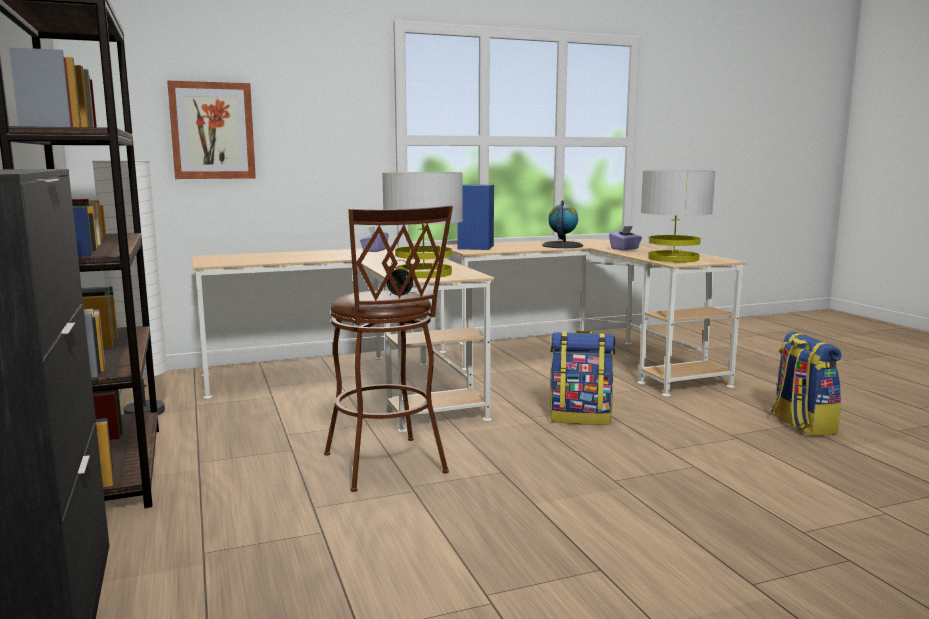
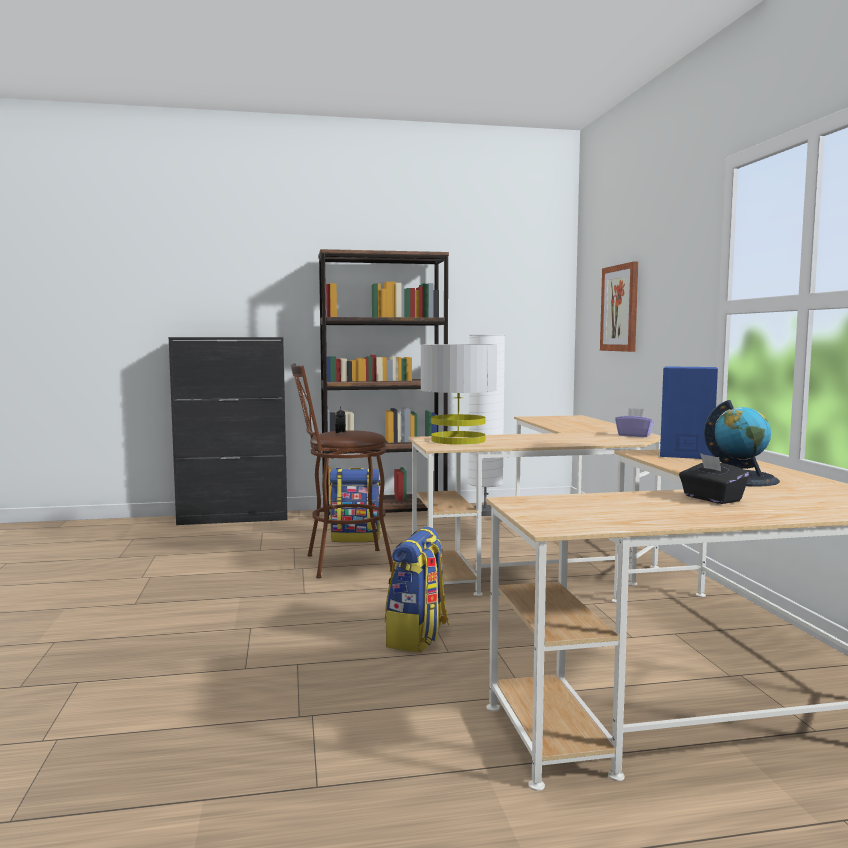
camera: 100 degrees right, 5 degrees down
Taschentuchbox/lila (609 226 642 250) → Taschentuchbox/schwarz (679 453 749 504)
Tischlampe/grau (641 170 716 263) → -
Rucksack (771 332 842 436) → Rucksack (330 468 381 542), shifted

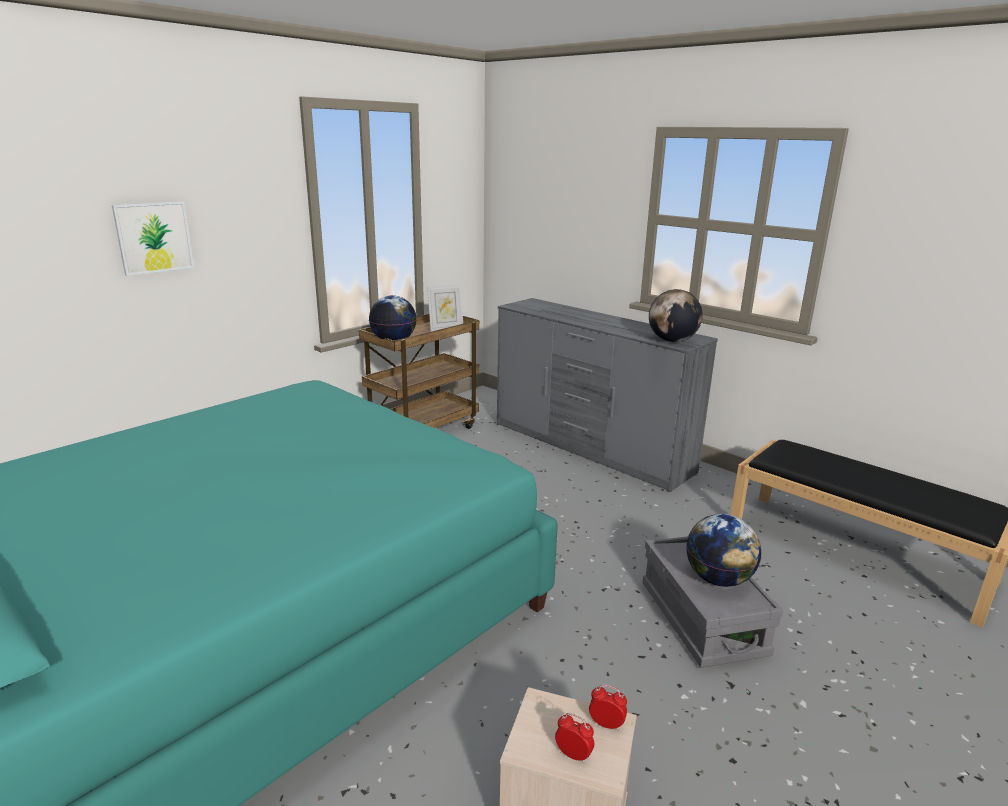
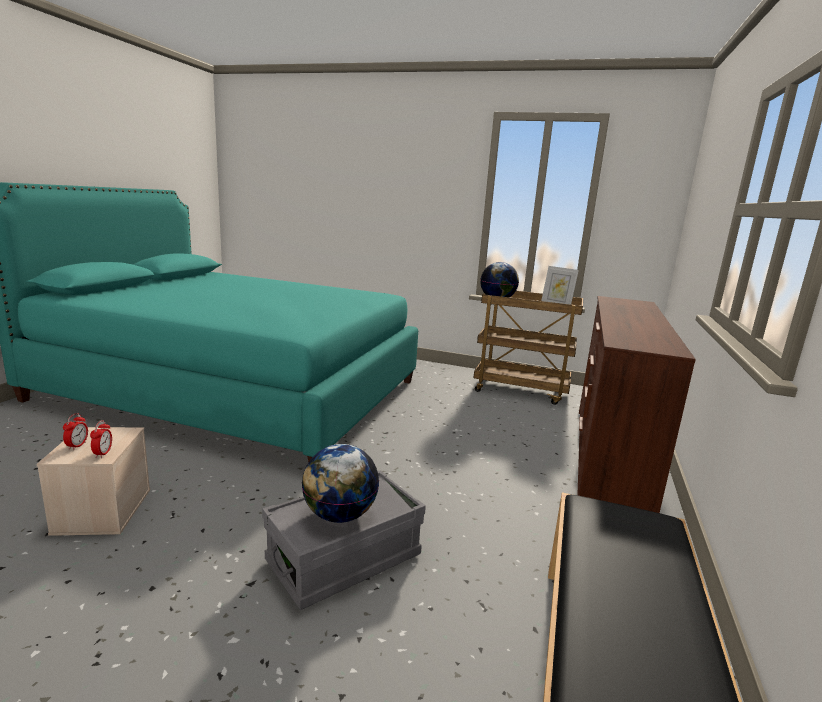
camera: 65 degrees right, 5 degrees down
Bild (112 201 194 276) → -
Kommode/grau (497 298 718 492) → Kommode/braun (578 296 696 513)
Globus (649 289 703 342) → -

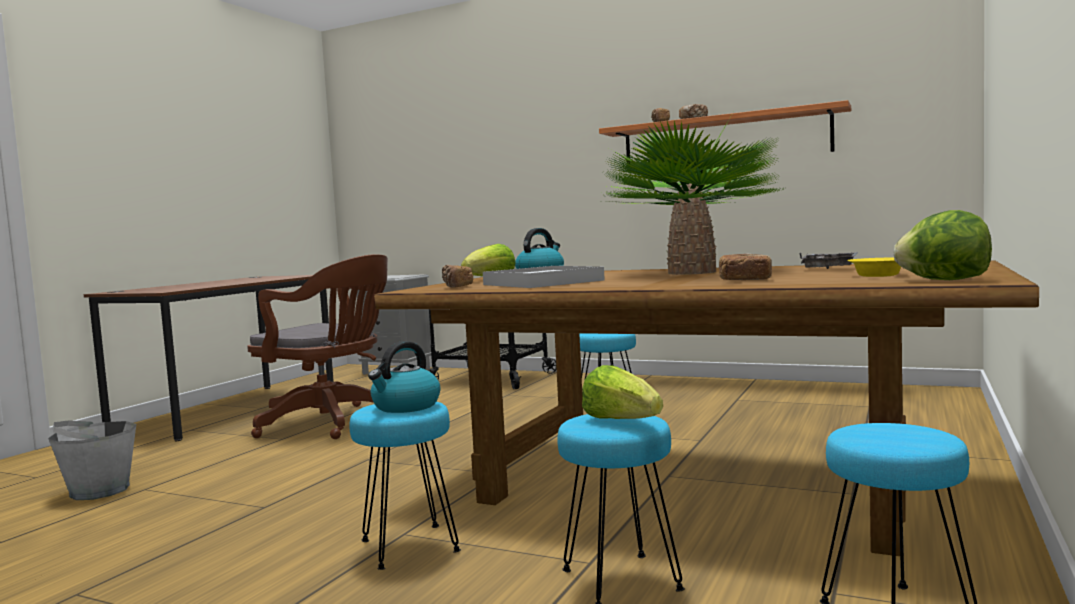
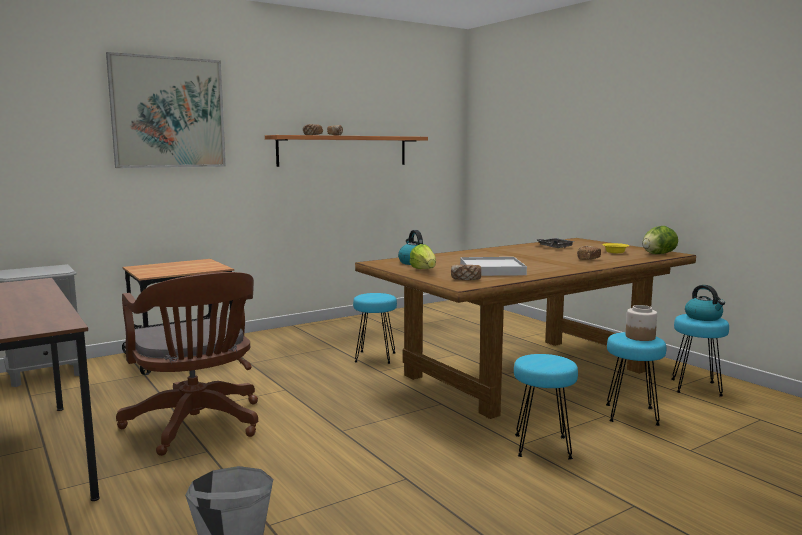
camera: 60 degrees left, 5 degrees up
Bürostuhl/braun (247 254 388 439) → Bürostuhl/braun (116 272 258 456), 90 degrees clockwise
Wasserkessel (368 341 441 413) → Wasserkessel (685 285 725 321), shifted
Salatkopf (582 365 663 419) → Vorratsglas (626 305 657 341)
Topfpflanze (602 111 787 275) → -
- → Bild (106 52 226 168)

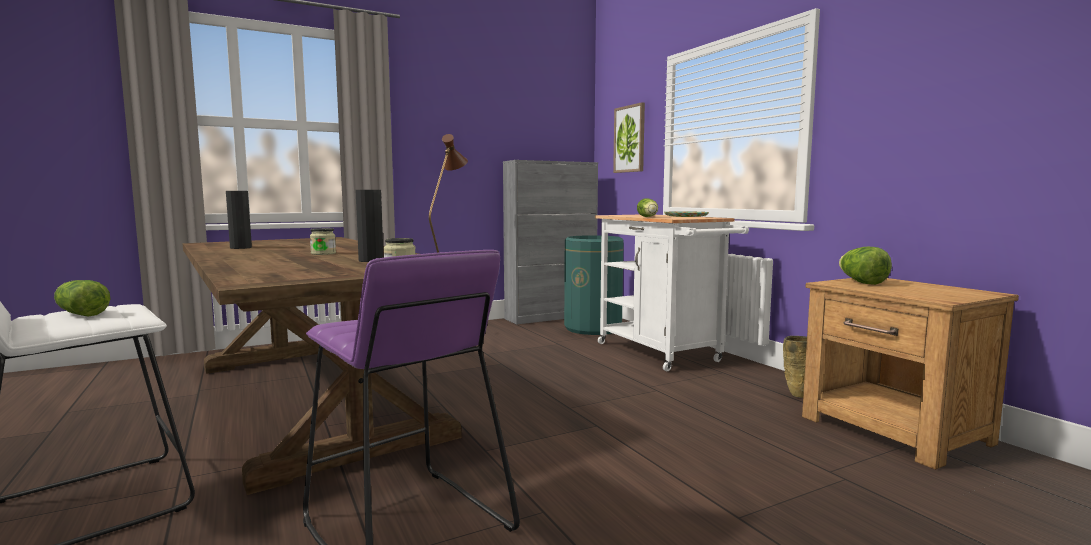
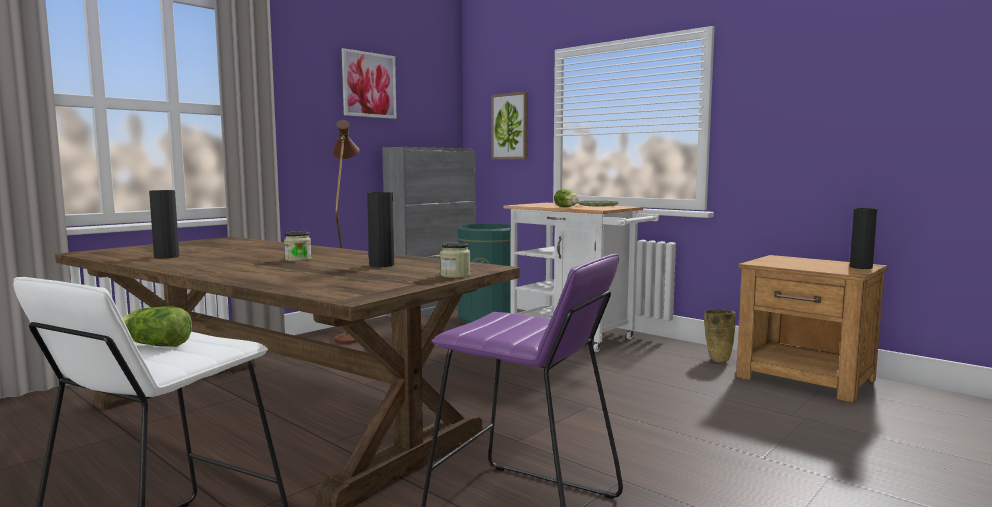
camera: 20 degrees left, 0 degrees up
Salatkopf (839 247 892 285) → -
- → Bild (342 48 396 119)
- → Vase/schwarz (850 208 877 269)

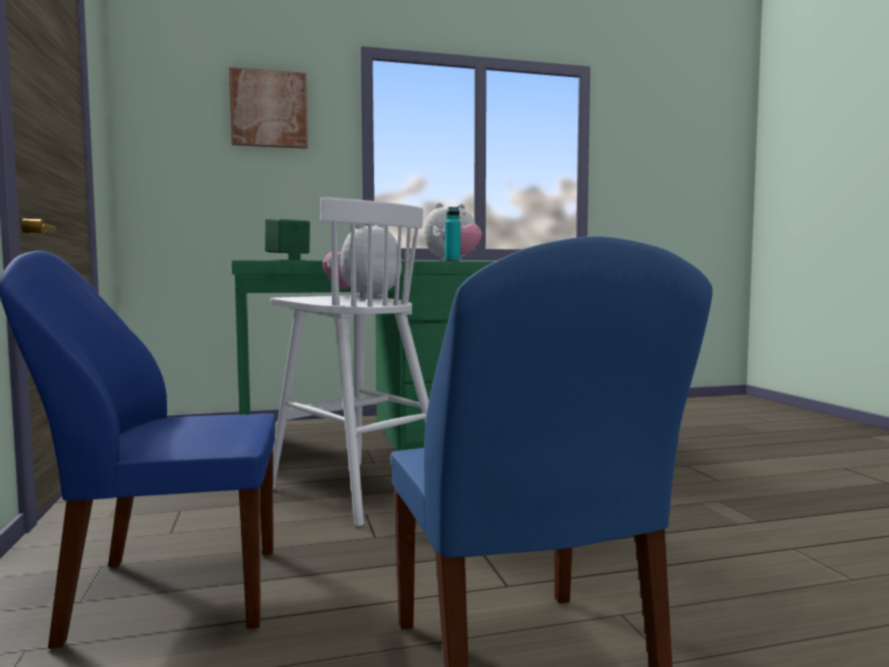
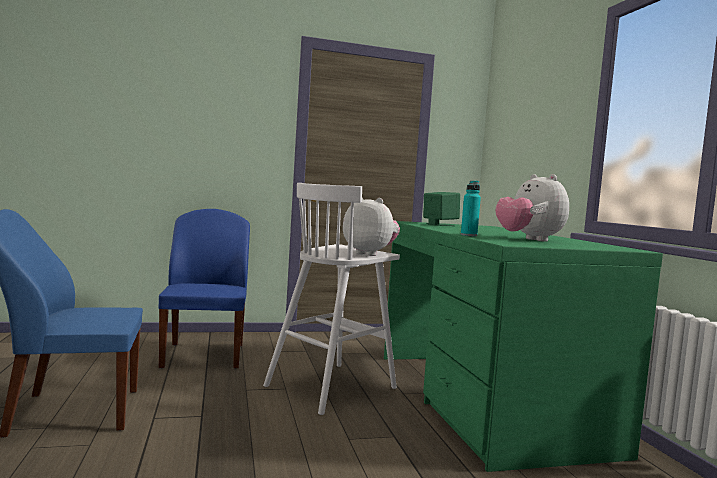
camera: 90 degrees right, 0 degrees up
Bild (229 67 308 149) → -

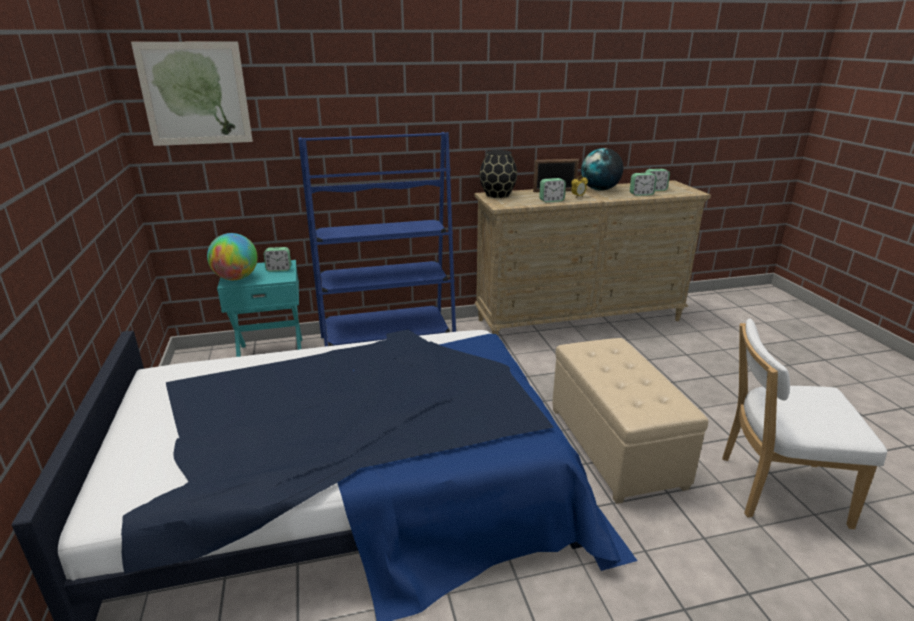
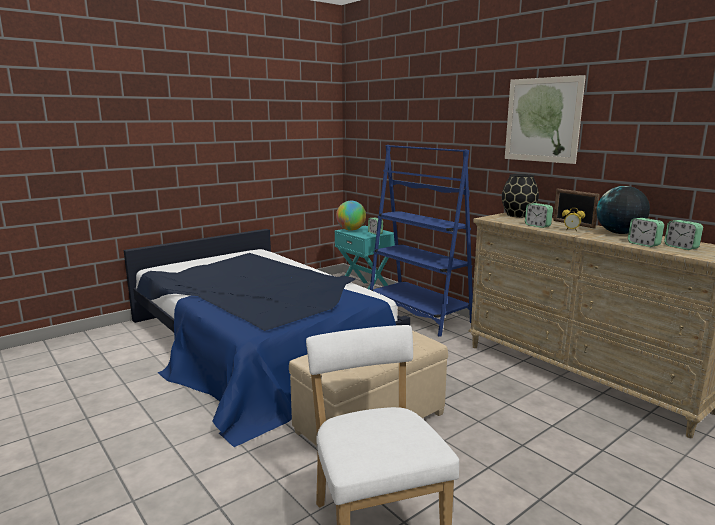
camera: 65 degrees right, 10 degrees down
Bild (131 41 253 146) → Bild (505 75 586 164), shifted

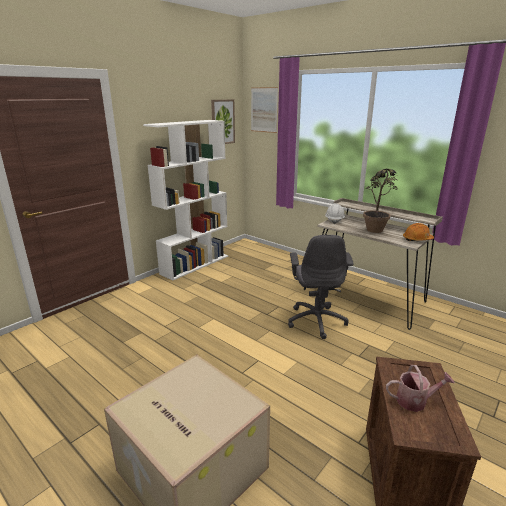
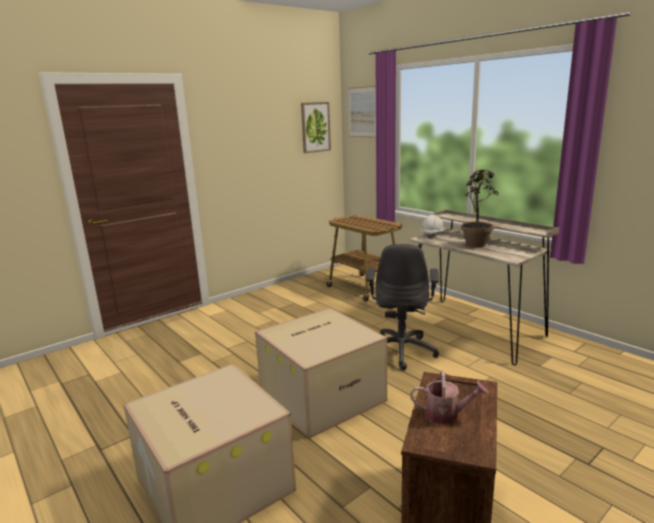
camera: 10 degrees right, 5 degrees down
Bücherregal/weiß (143 120 228 281) → -
Schutzhelm/orange (403 223 434 241) → -
- → Karton (255 308 387 439)
- → Rollwagen (325 215 402 301)

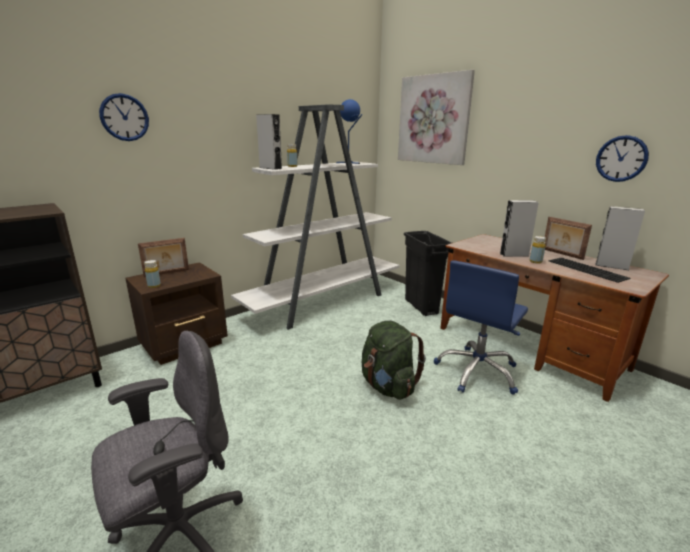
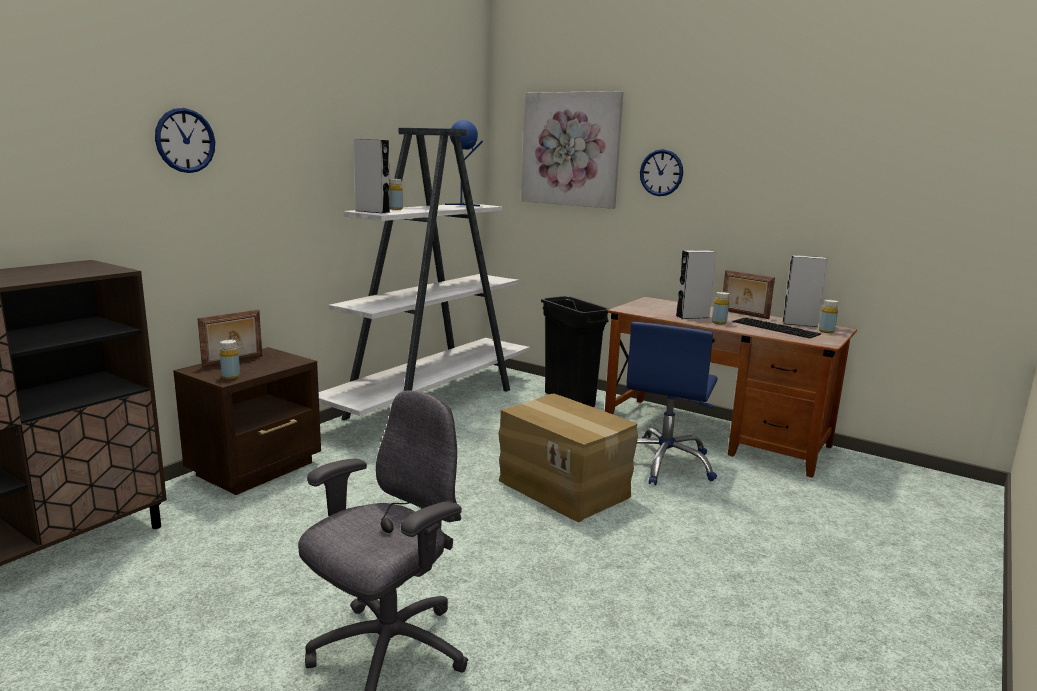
camera: 15 degrees left, 5 degrees down
Rucksack/grün (362 321 426 400) → Karton (498 394 638 523)
Wanduhr (596 135 649 182) → Wanduhr (640 149 683 196), shifted
- → Flasche/gelb (819 300 838 333)

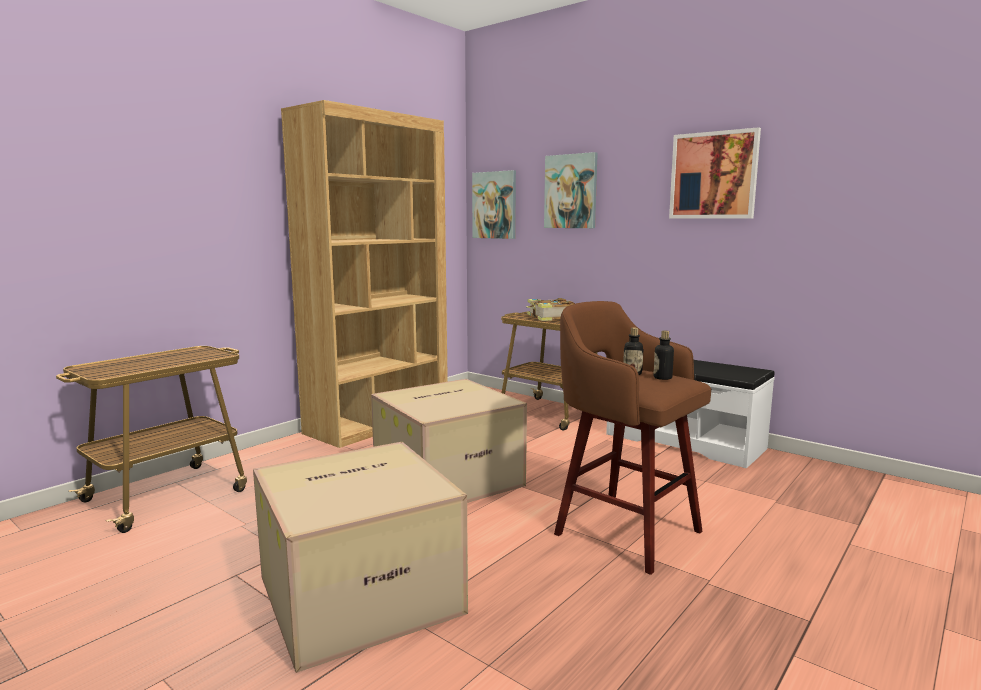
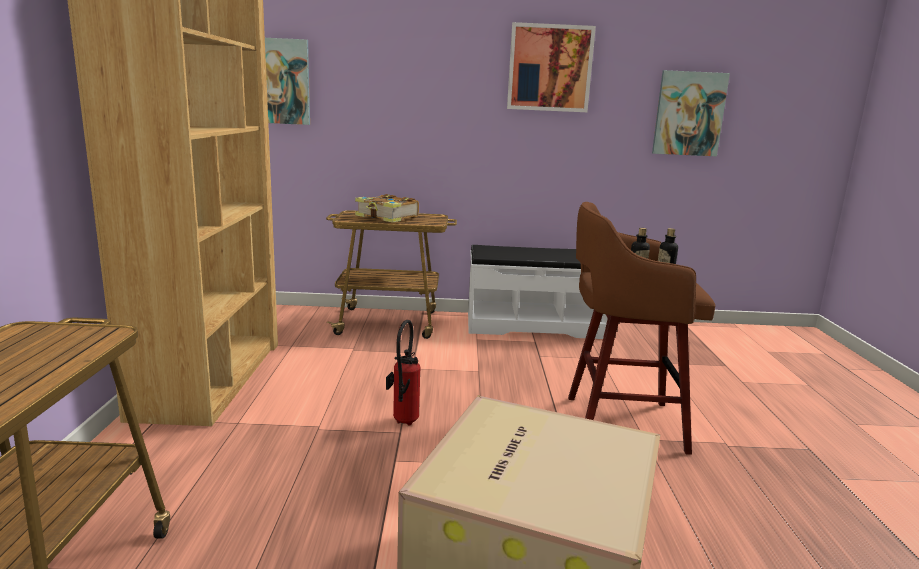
camera: 40 degrees left, 5 degrees up
Karton (371 379 527 503) → Feuerlöscher (386 320 421 426)
Bild (544 152 598 228) → Bild (652 70 730 156), shifted

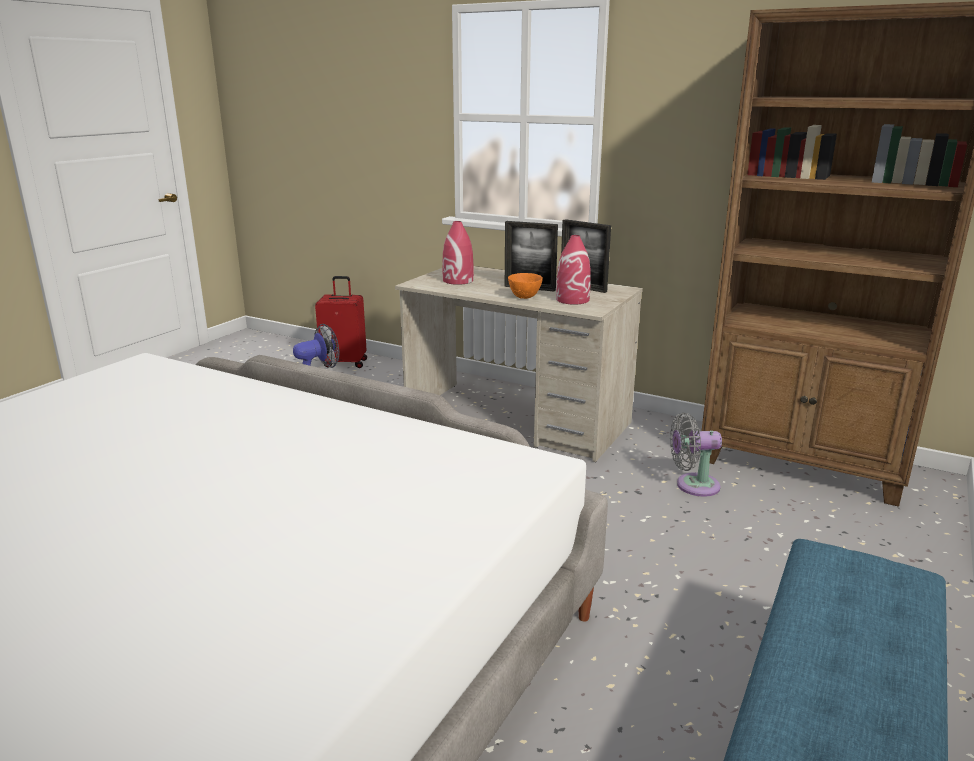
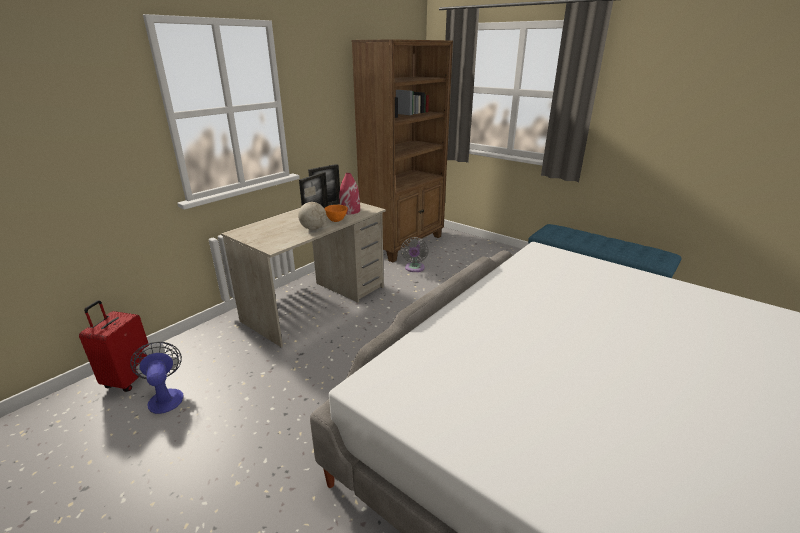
camera: 80 degrees left, 5 degrees up
Vase/rot (442 221 474 285) → -
- → Globus (298 186 326 230)

